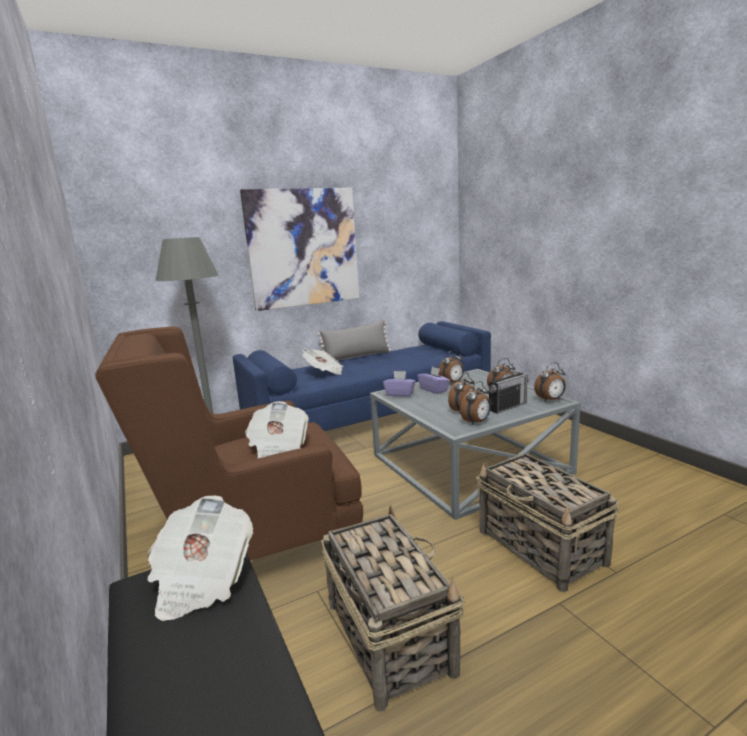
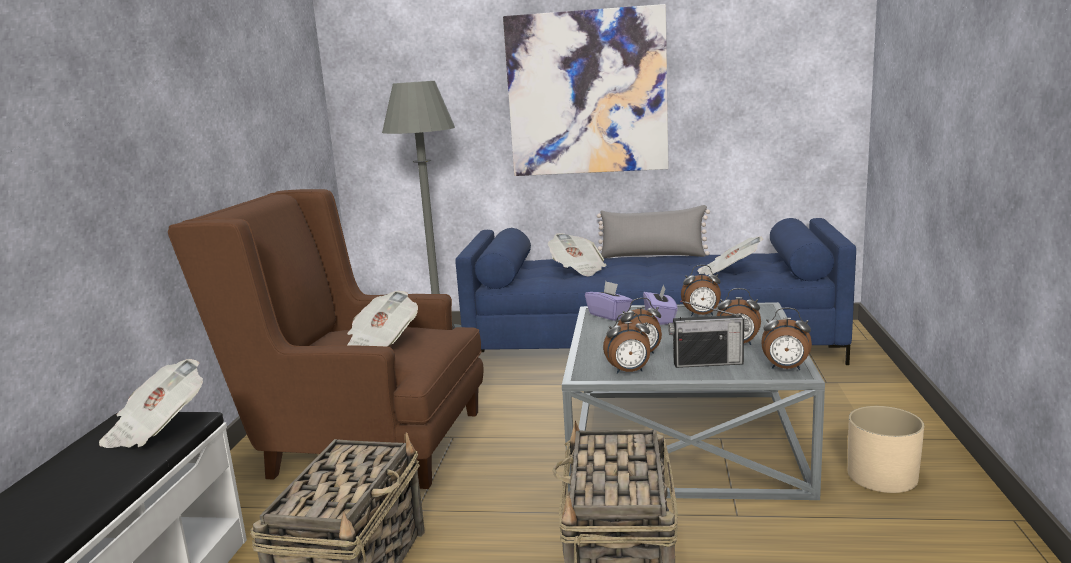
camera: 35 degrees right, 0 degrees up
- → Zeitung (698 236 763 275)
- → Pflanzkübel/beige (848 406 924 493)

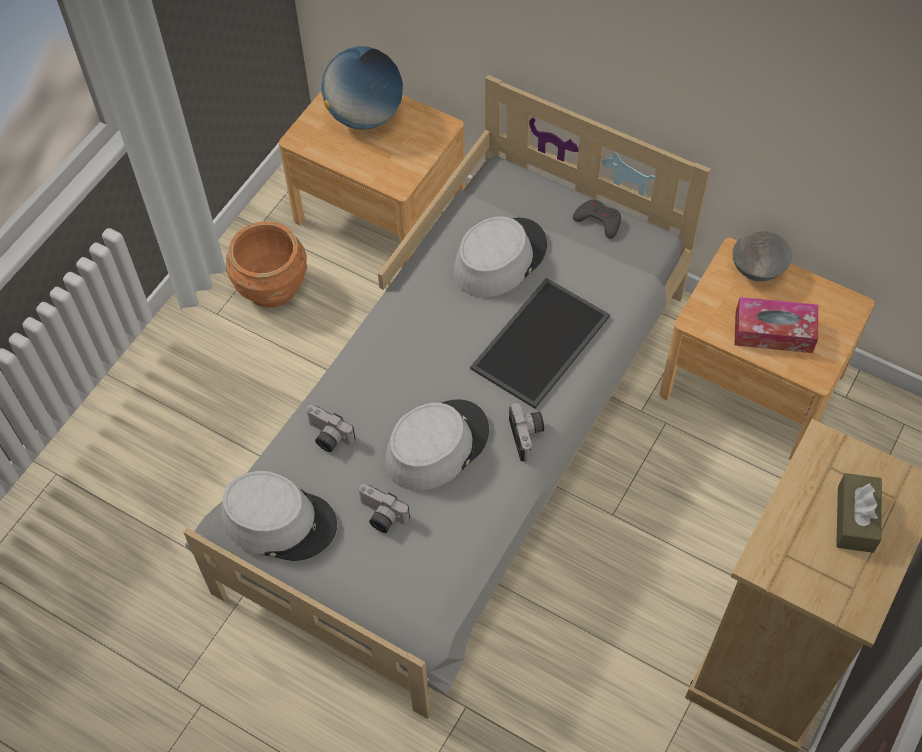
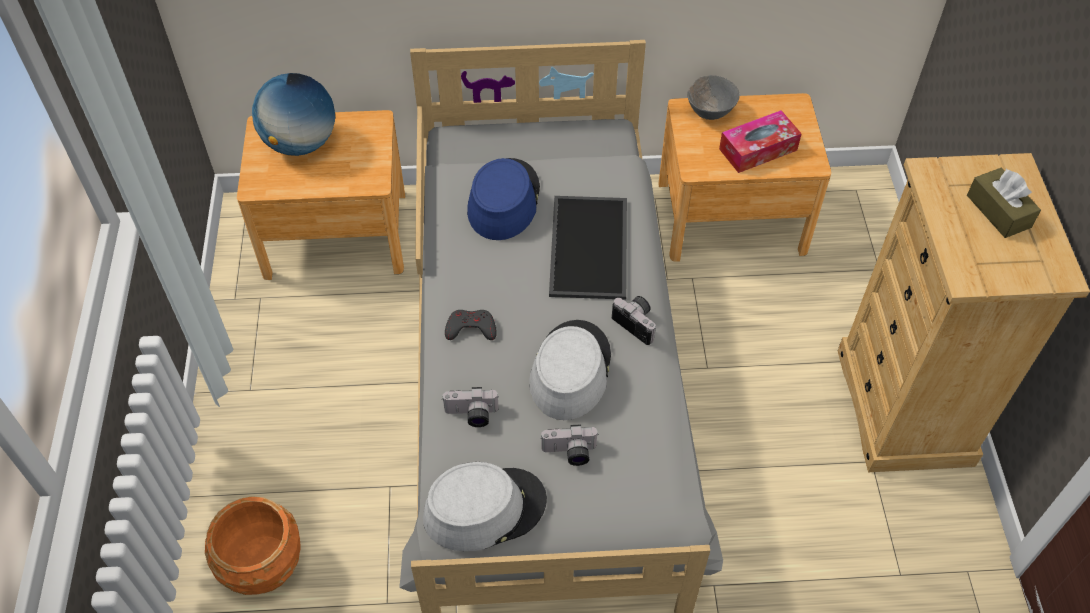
camera: 35 degrees left, 5 degrees down
Pflanzkübel/orange (226 221 307 308) → Pflanzkübel/orange (205 496 301 595), shifted
Hut/grau (454 216 547 297) → Hut/blau (467 158 540 240)
Gamepad/grau (573 199 621 239) → Gamepad/grau (445 310 497 340), shifted

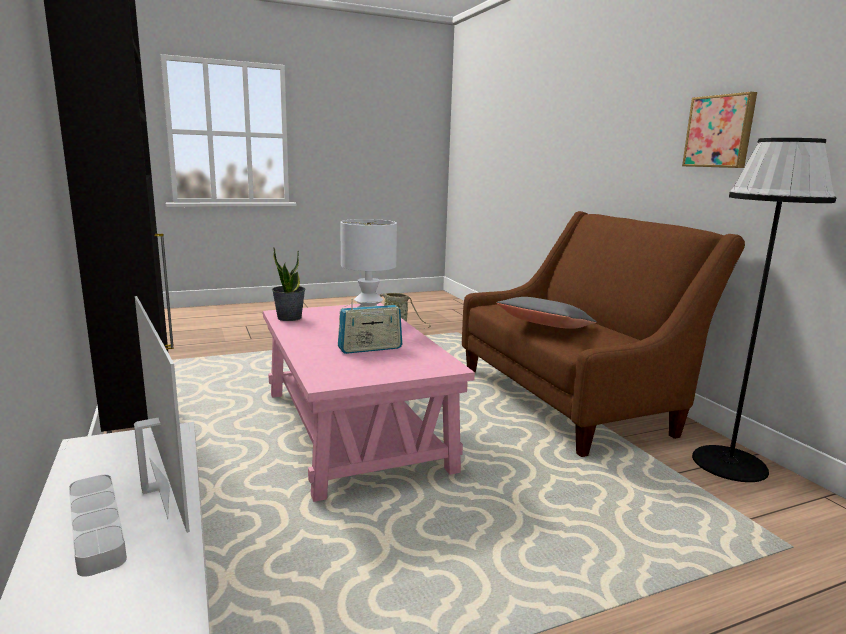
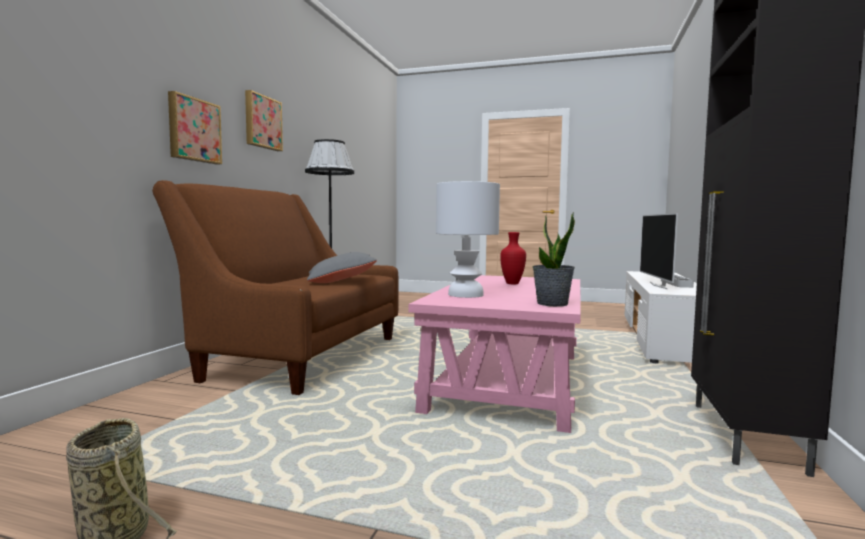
camera: 140 degrees left, 10 degrees down
Radio (338 299 402 354) → Vase/rot (500 232 526 284)
- → Bild (168 91 222 165)

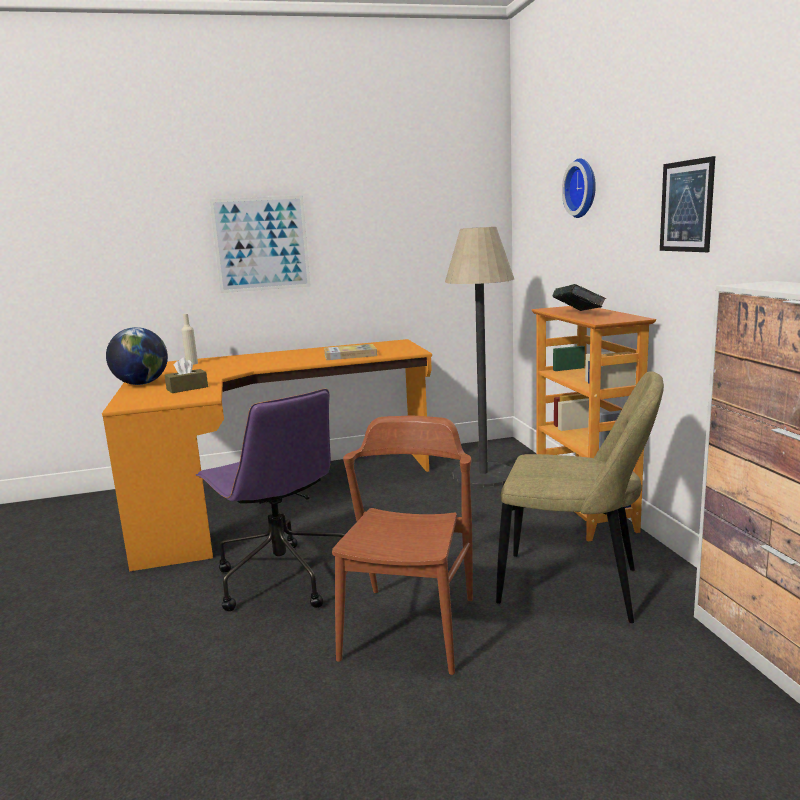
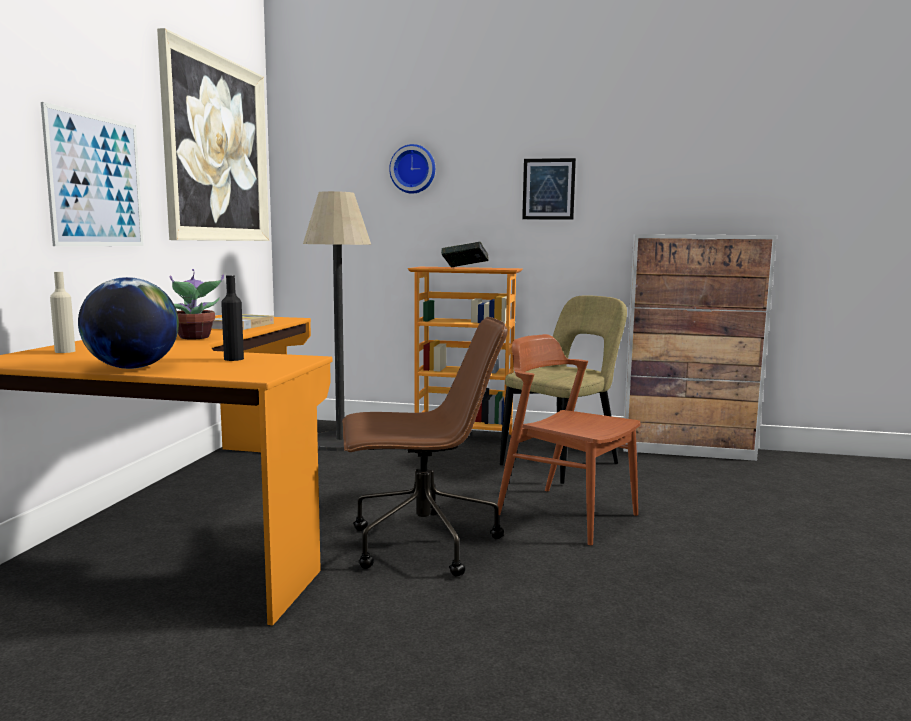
camera: 65 degrees left, 5 degrees down
Taschentuchbox/braun (165 358 208 393) → Flasche/schwarz (221 275 244 361)
Bürostuhl/lila (196 388 345 611) → Bürostuhl/braun (342 317 508 577)
- → Bild (157 28 269 241)
- → Topfpflanze (169 269 224 340)

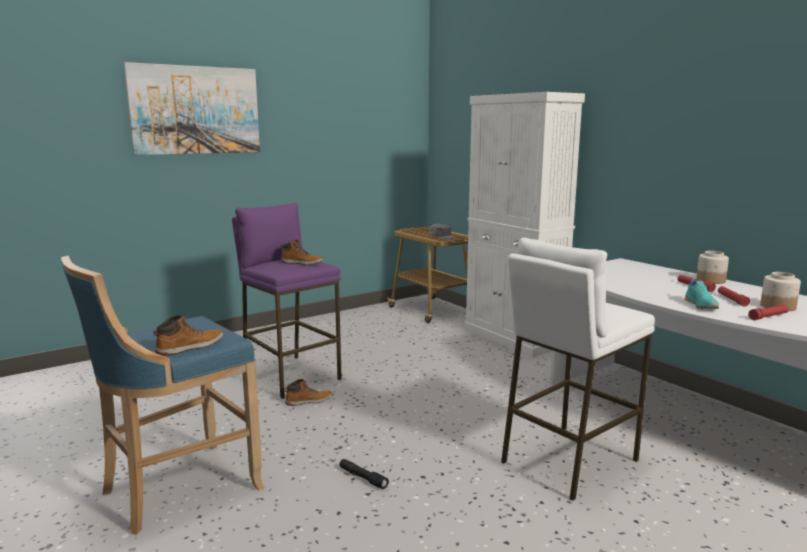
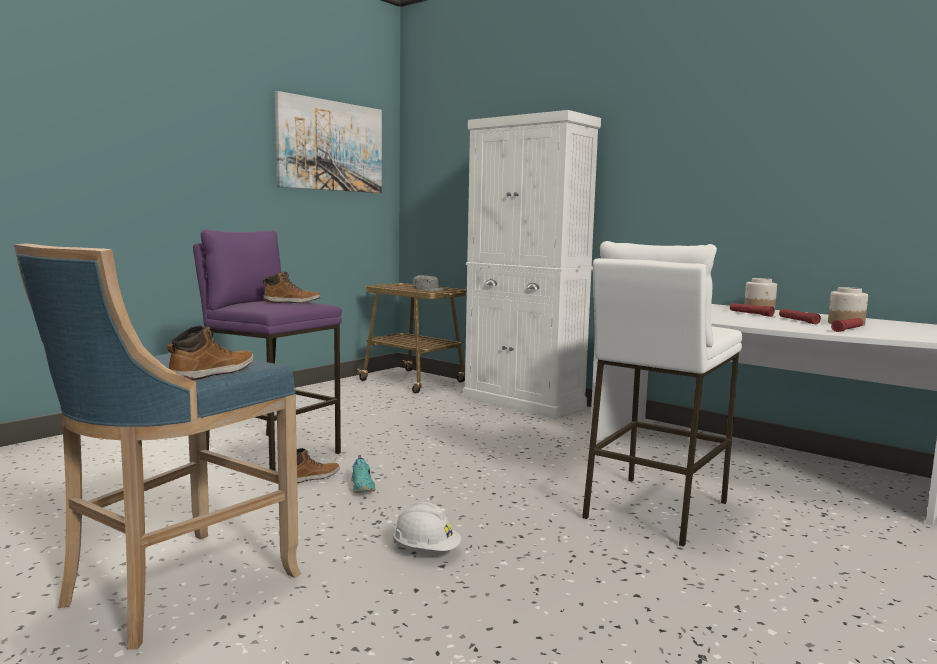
camera: 15 degrees left, 5 degrees down
Bild (124 62 260 155) → Bild (275 91 382 193), shifted
Taschenlampe/schwarz (339 459 389 489) → Schutzhelm/weiß (393 502 462 551)
Schuh/türkis (684 278 719 309) → Schuh/türkis (351 455 375 493), shifted

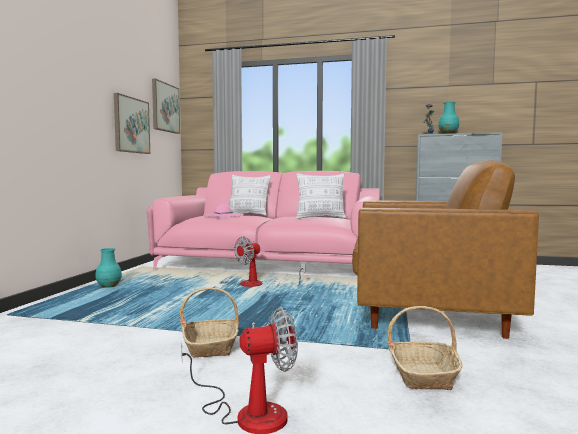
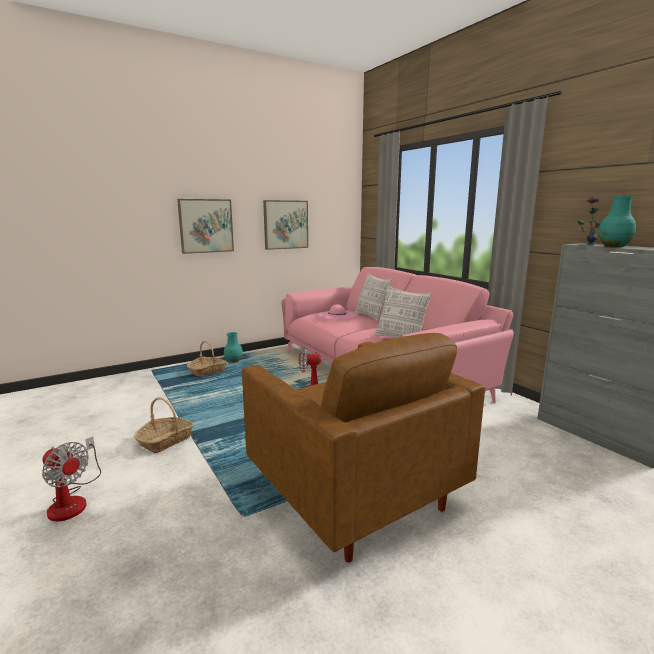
camera: 45 degrees right, 10 degrees up
Bild (152 79 180 134) → Bild (177 199 234 254), shifted
Korb (387 306 462 390) → Korb (187 341 228 377), shifted

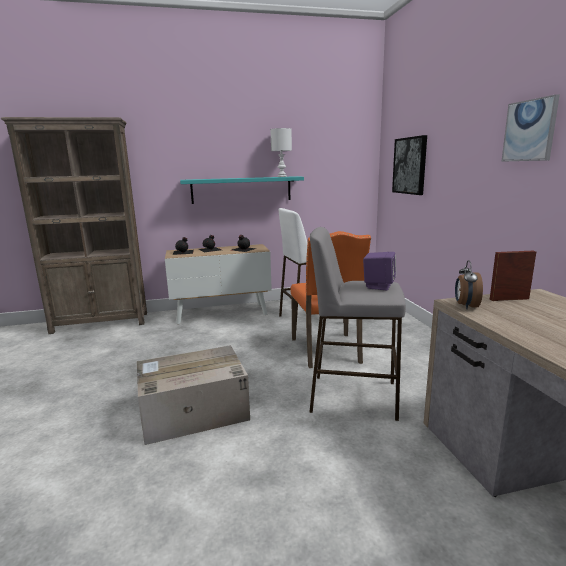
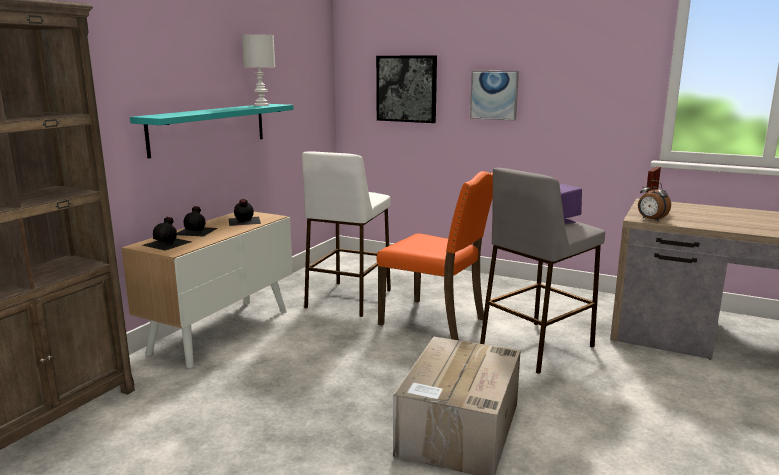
camera: 50 degrees left, 0 degrees up
Bild (501 94 560 162) → Bild (470 71 519 121), shifted

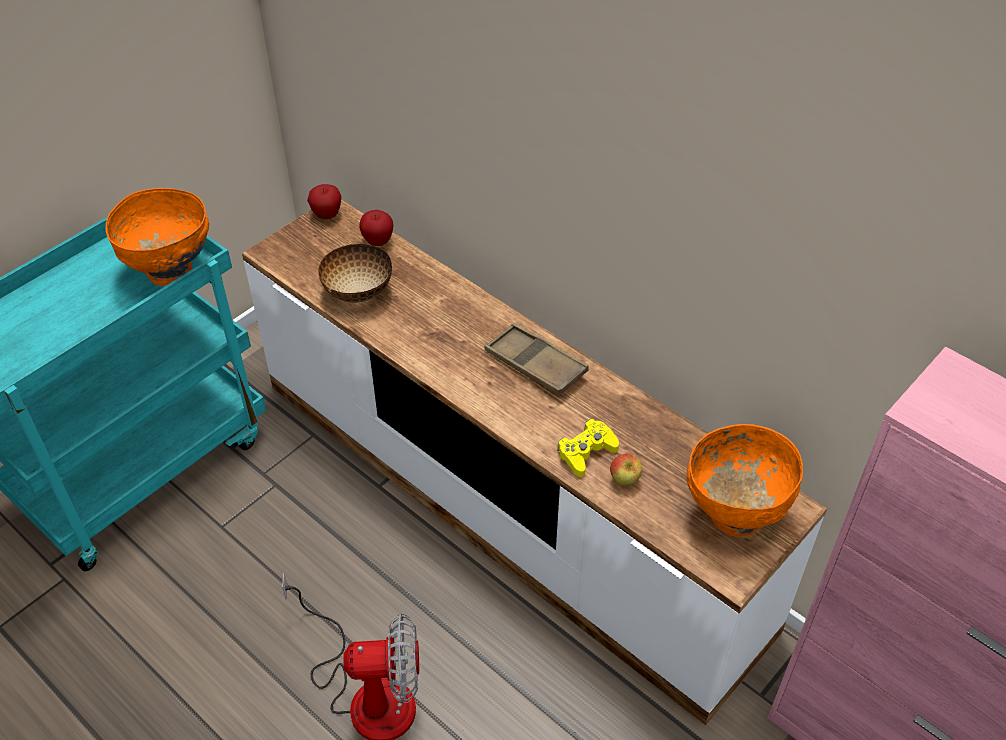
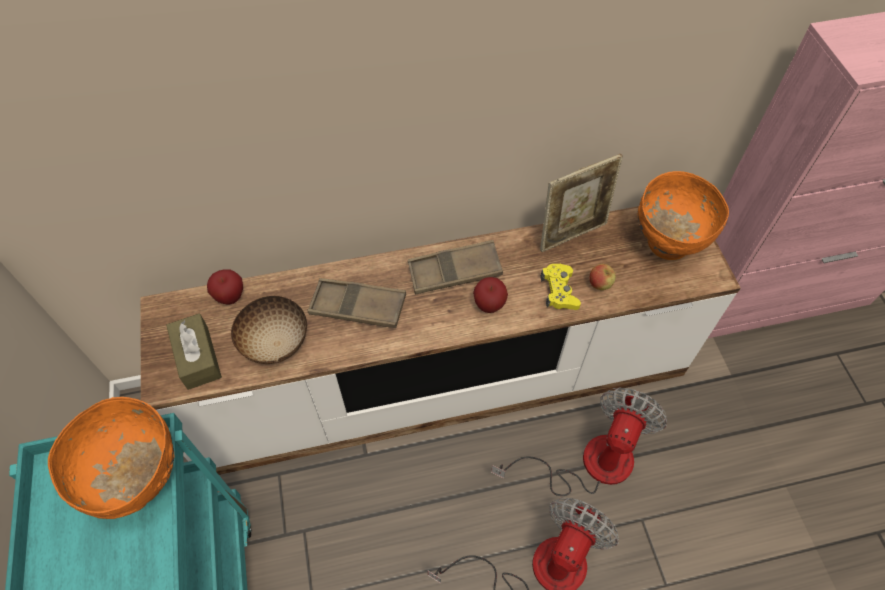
camera: 55 degrees left, 10 degrees up
Apfel (307 184 341 219) → Apfel (473 277 508 313), shifted
- → Taschentuchbox/braun (166 313 222 390)
- → Tablett/braun (307 278 406 328)
- → Ventilator (491 387 667 496)
- → Bilderrahmen (540 154 623 252)

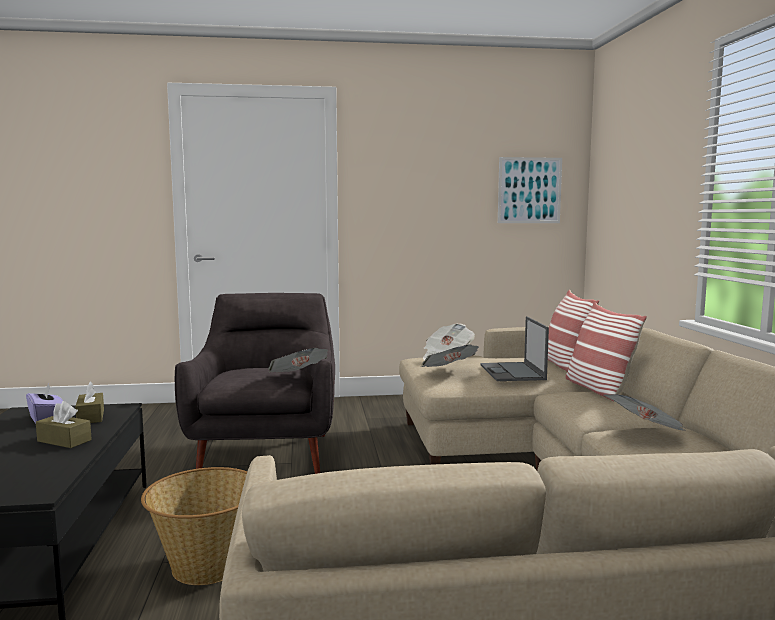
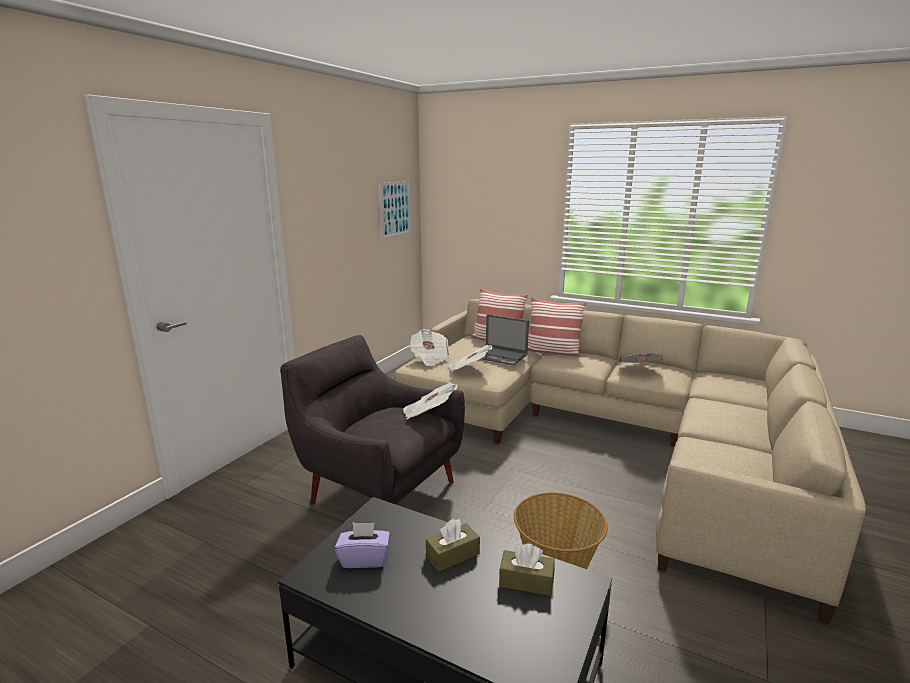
camera: 55 degrees left, 10 degrees up
Taschentuchbox/braun (75 382 104 423) → Taschentuchbox/braun (499 544 555 596), shifted

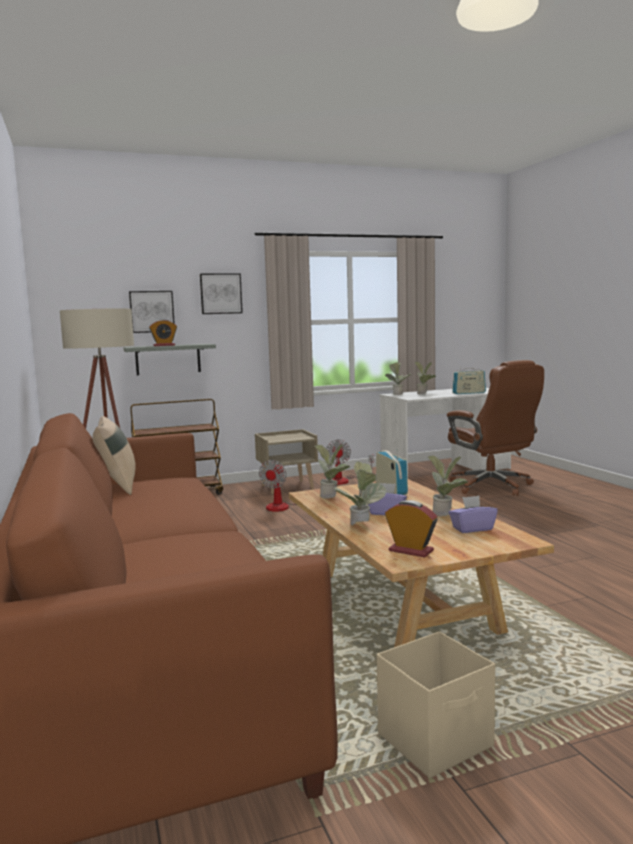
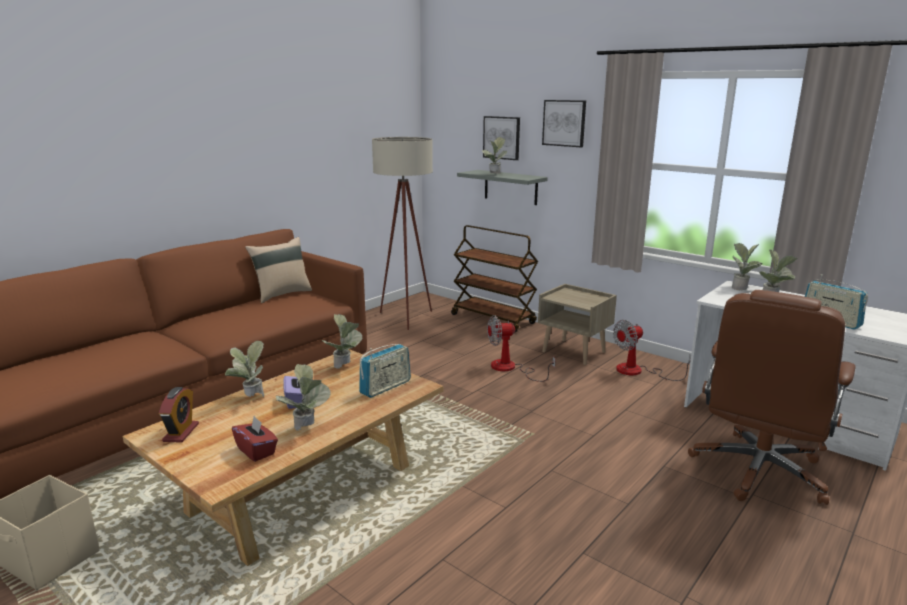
camera: 60 degrees right, 10 degrees up
Wecker (149 319 177 346) → Topfpflanze (482 137 507 174)
Taschentuchbox/lila (449 496 498 533) → Taschentuchbox/rot (232 416 278 462)

